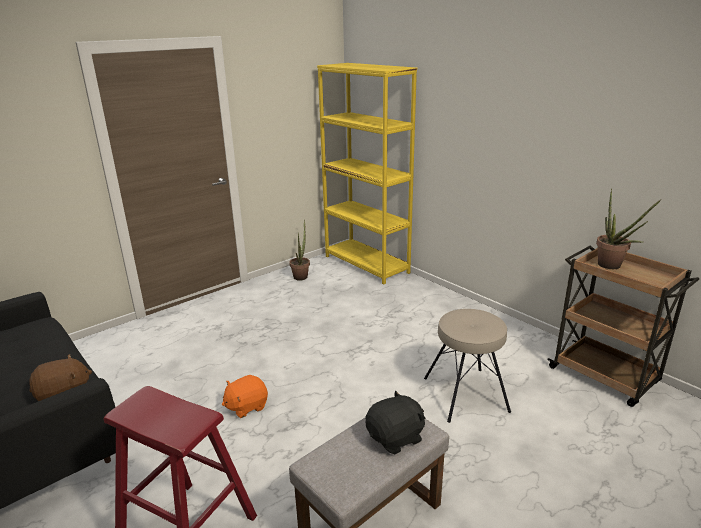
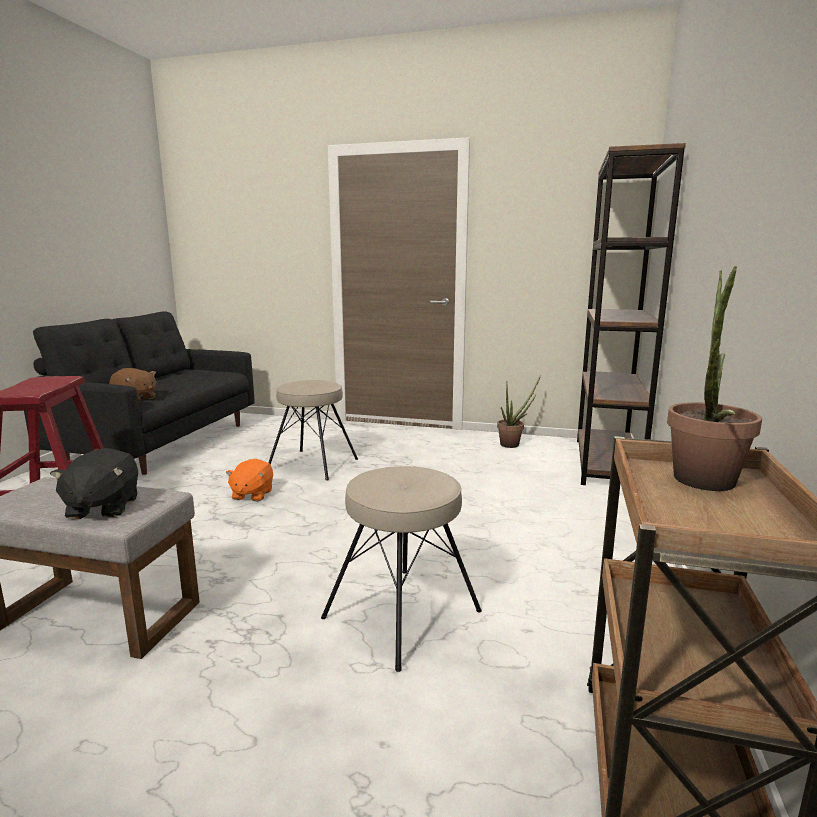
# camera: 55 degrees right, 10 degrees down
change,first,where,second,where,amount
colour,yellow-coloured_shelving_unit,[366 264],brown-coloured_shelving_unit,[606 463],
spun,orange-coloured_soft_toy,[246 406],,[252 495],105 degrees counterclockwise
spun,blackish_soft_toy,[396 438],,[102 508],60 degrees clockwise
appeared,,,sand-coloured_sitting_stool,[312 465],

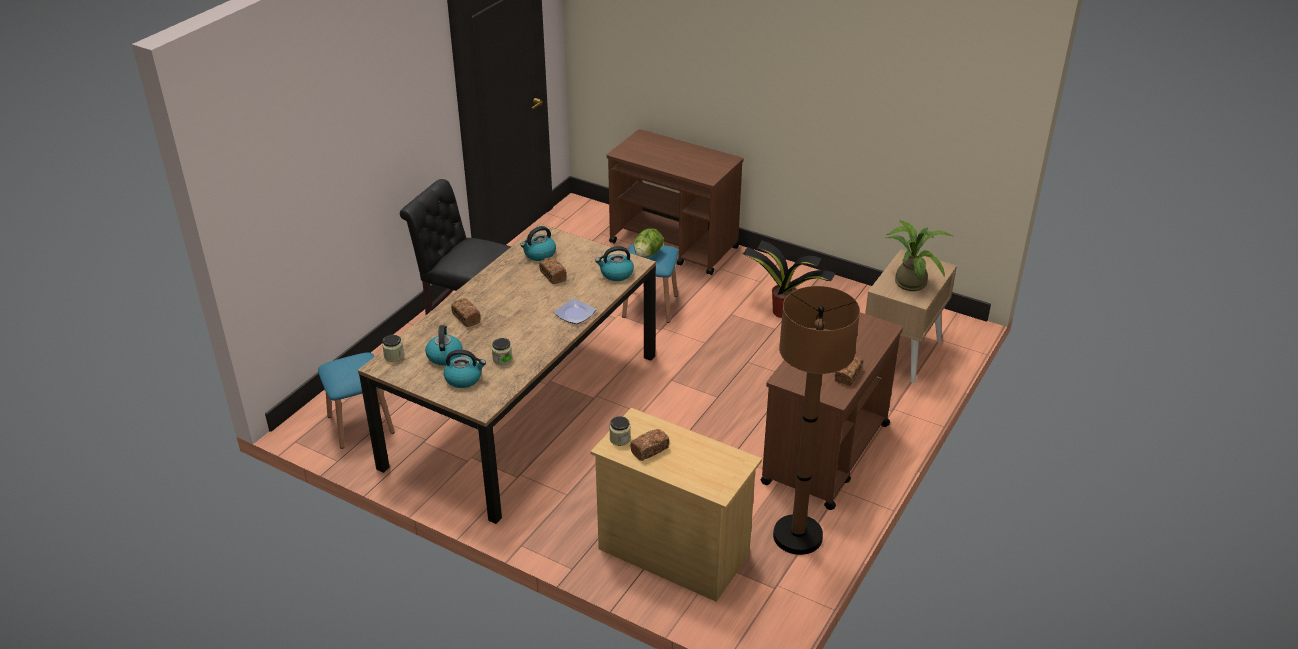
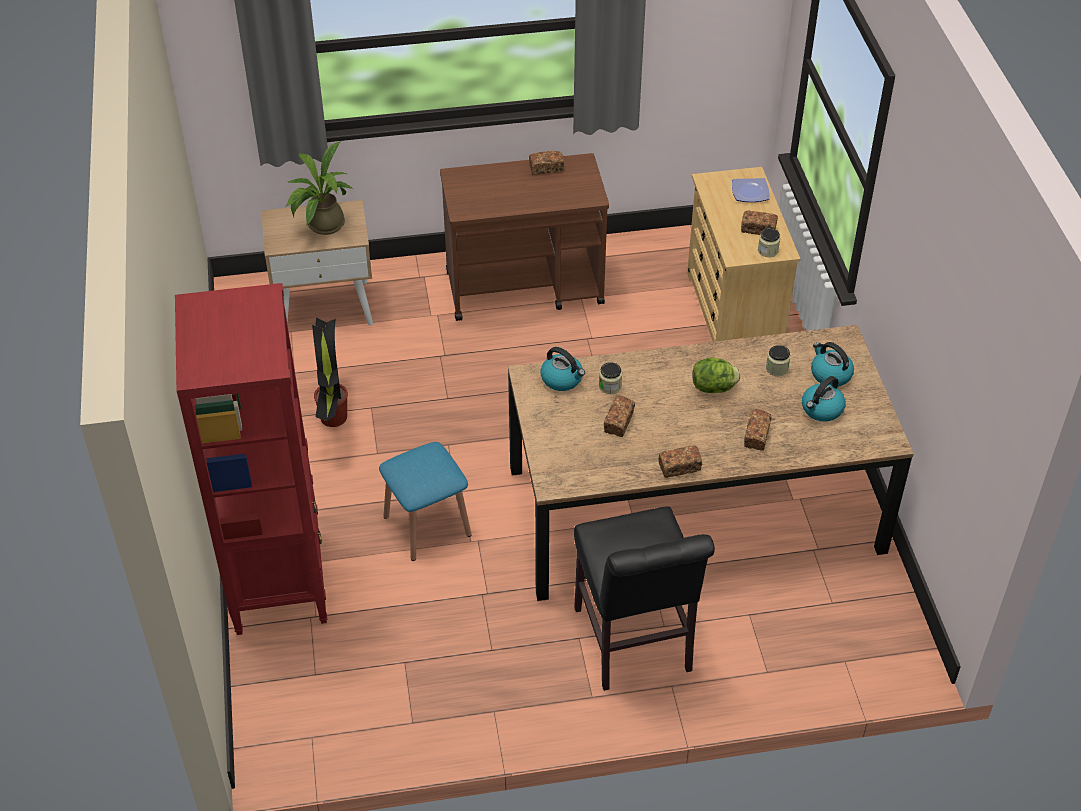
# camera: 130 degrees left, 10 degrees up
change,first,where,second,where,amount
exchanged,brown-coloured_cart,[674 245],red_shelving_unit,[279 582],
missing,tea_kettle,[539 254],,,
relocated,lettuce_head,[647 254],,[714 388],
missing,brown-coloured_standard_lamp,[797 536],,,
relocated,flat_dish,[576 314],,[749 192],
relocated,storage_jar,[394 356],,[610 386],
missing,bluish_sitting_stool,[360 424],,,
appeared,,,bakery_bread,[679 467],

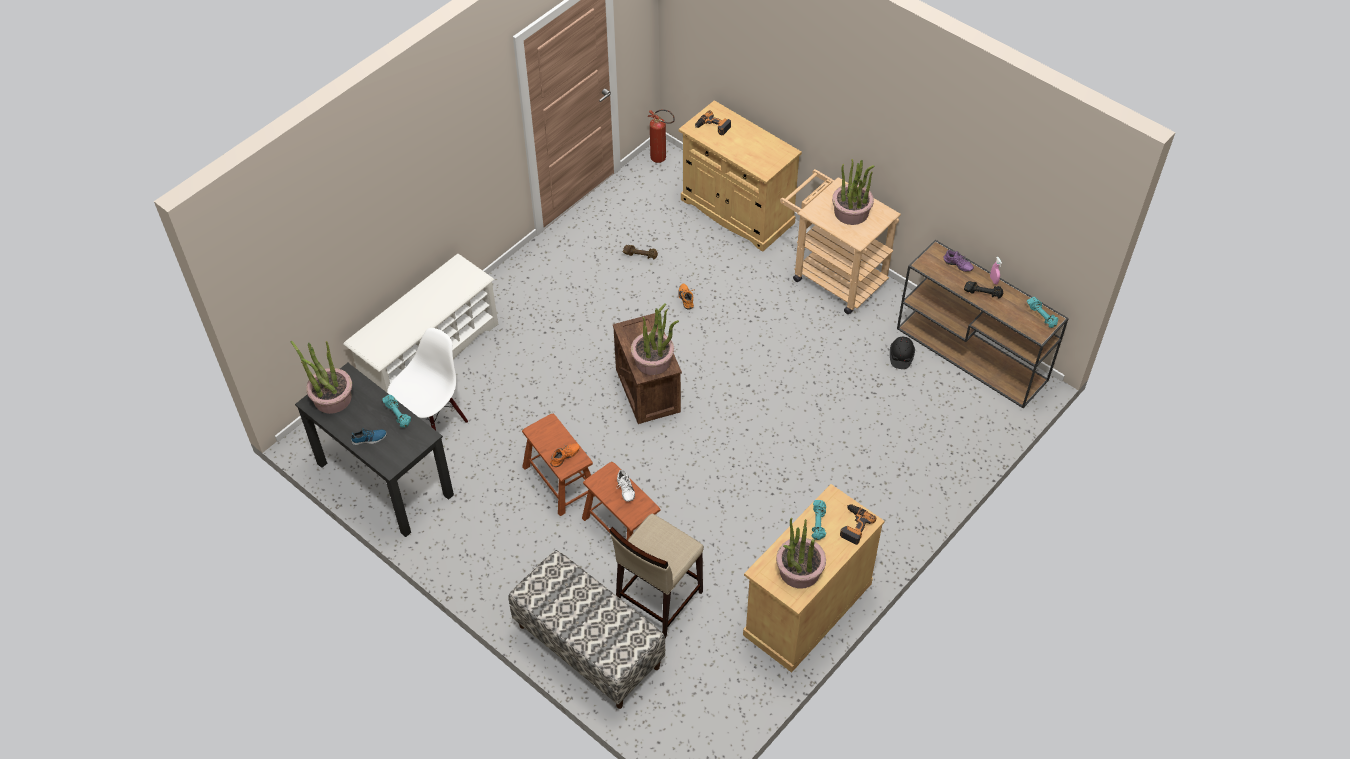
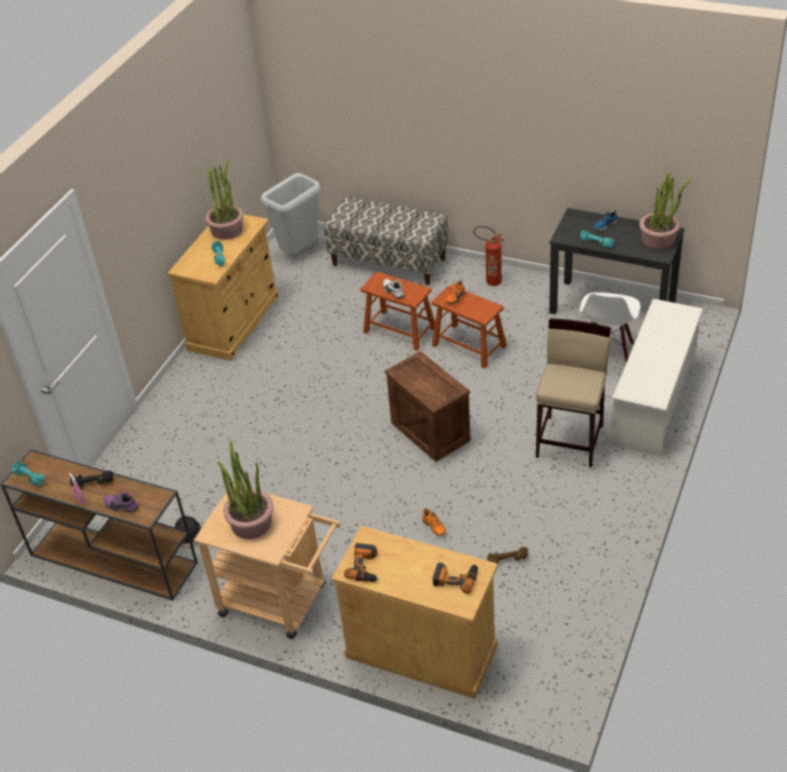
# camera: 165 degrees right, 10 degrees down
change,first,where,second,where,amount
relocated,fire_extinguisher,[661 159],,[489 281],
missing,potted_plant,[653 361],,,
relocated,power_drill,[853 525],,[365 567],
relocated,sand-coloured_sitting_stool,[658 599],,[570 441],
appeared,,,grey_rubbish_bin,[299 252],

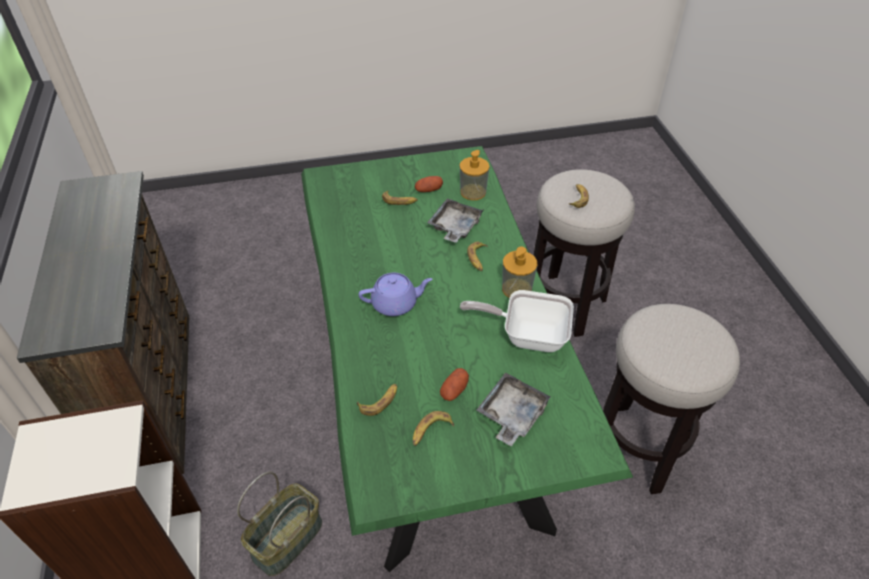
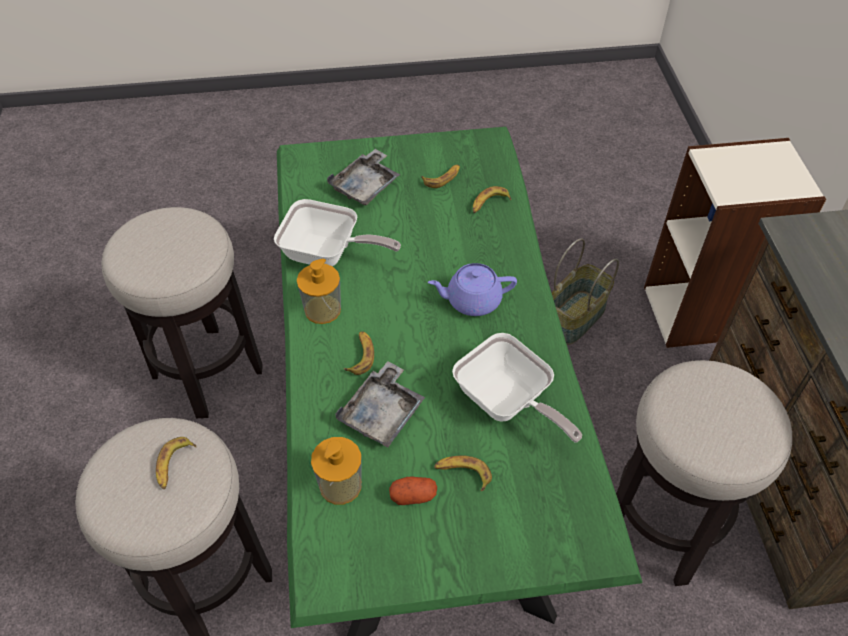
# camera: 175 degrees left, 5 degrees up
change,first,where,second,where,amount
missing,potato,[454 390],,,
appeared,,,skillet,[507 403],
appeared,,,sitting_stool,[662 526],

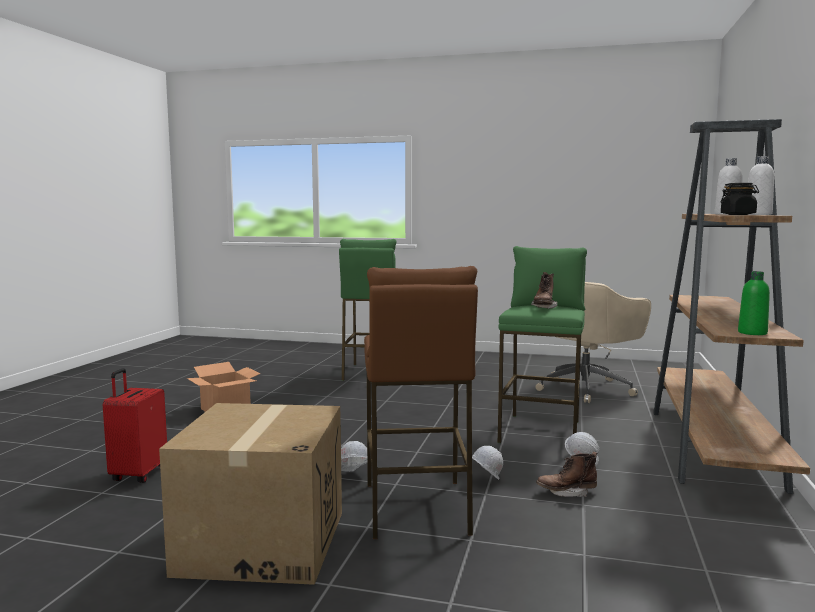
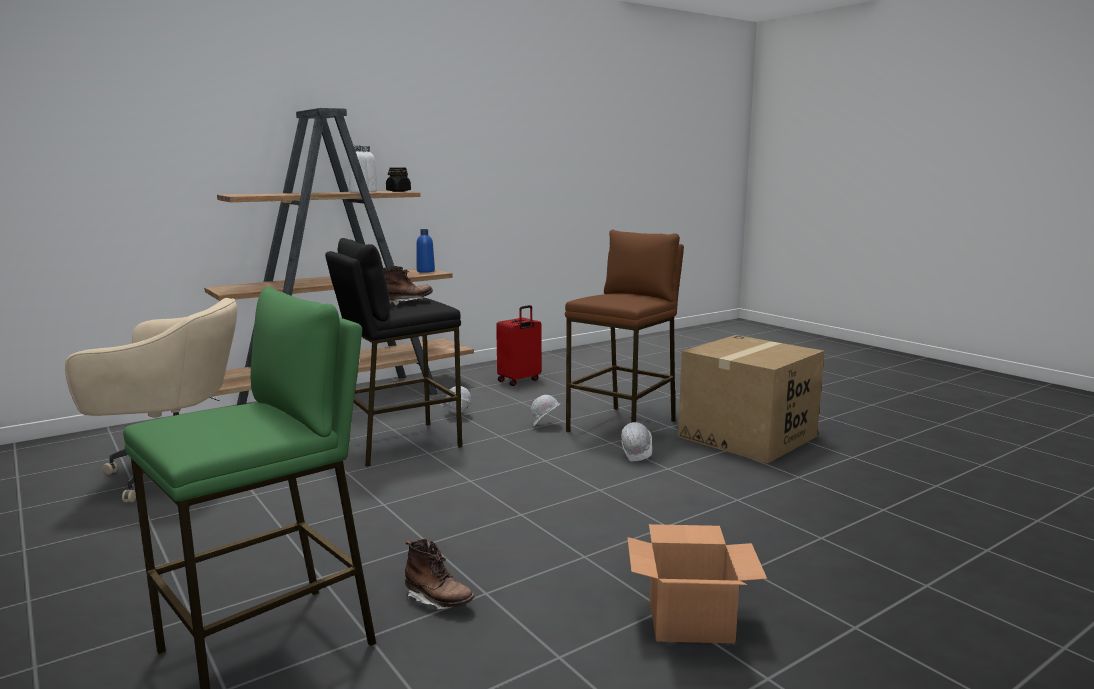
# camera: 140 degrees left, 5 degrees up
change,first,where,second,where,amount
colour,greenish_sitting_stool,[541 431],blackish_sitting_stool,[399 444],
colour,greenish_bottle,[752 333],bluish_bottle,[425 271],
relocated,red_suitcase,[138 474],,[519 381],
relocated,brown-coloured_high-top_boot,[566 492],,[438 601],

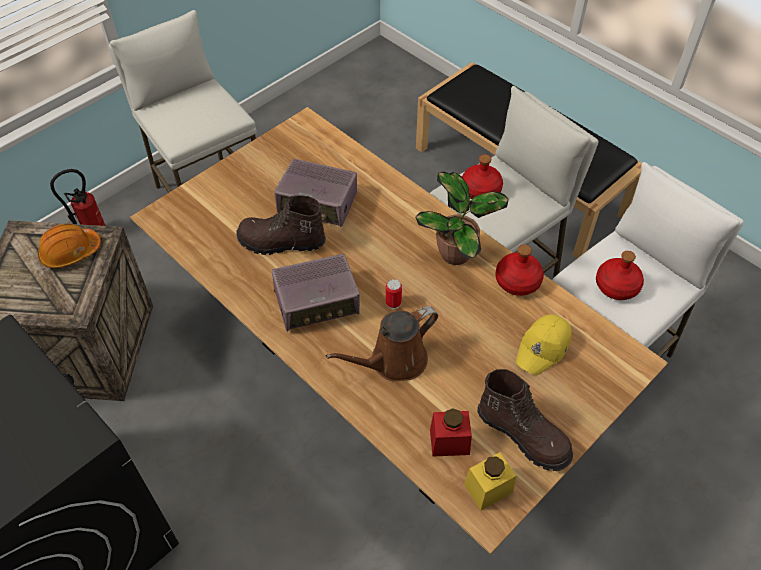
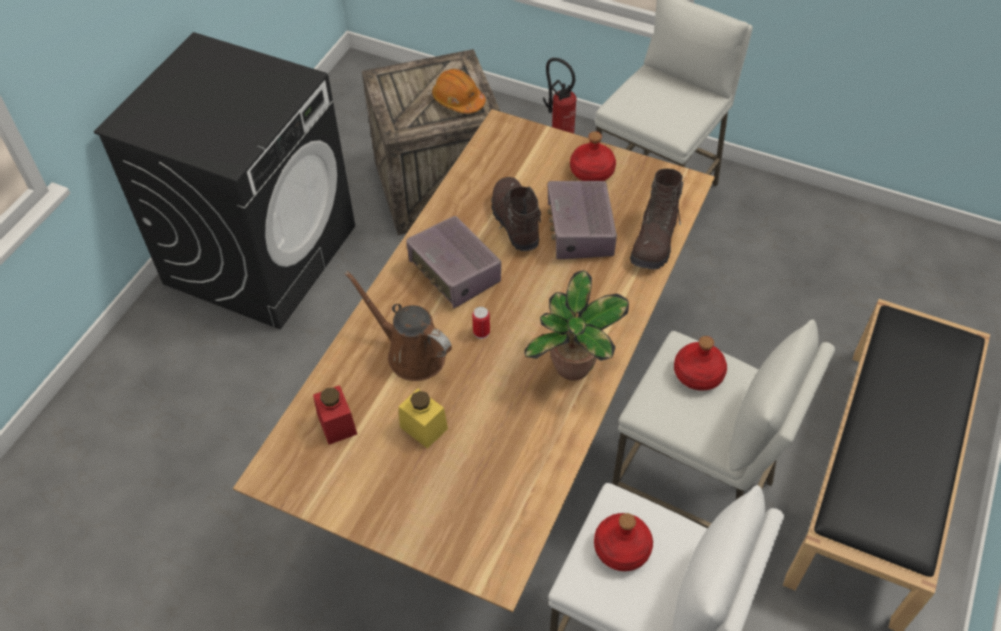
# camera: 70 degrees right, 0 degrees up
change,first,where,second,where,amount
relocated,red_bottle,[518 281],,[592 172],
missing,yellow-coloured_peaked_cap,[544 347],,,
relocated,brown-coloured_high-top_boot,[523 434],,[655 240],
relocated,yellow-coloured_storage_jar,[488 488],,[423 428],

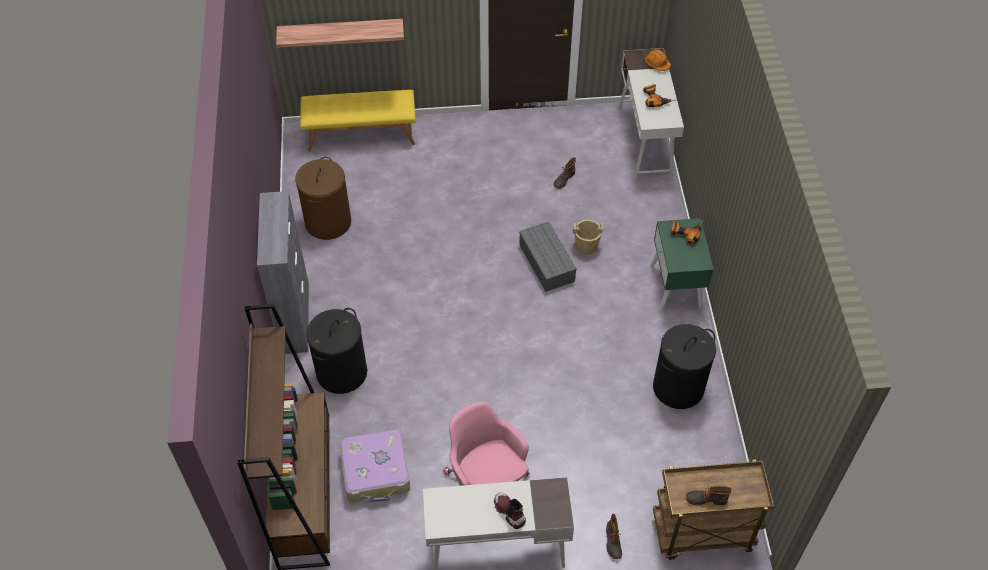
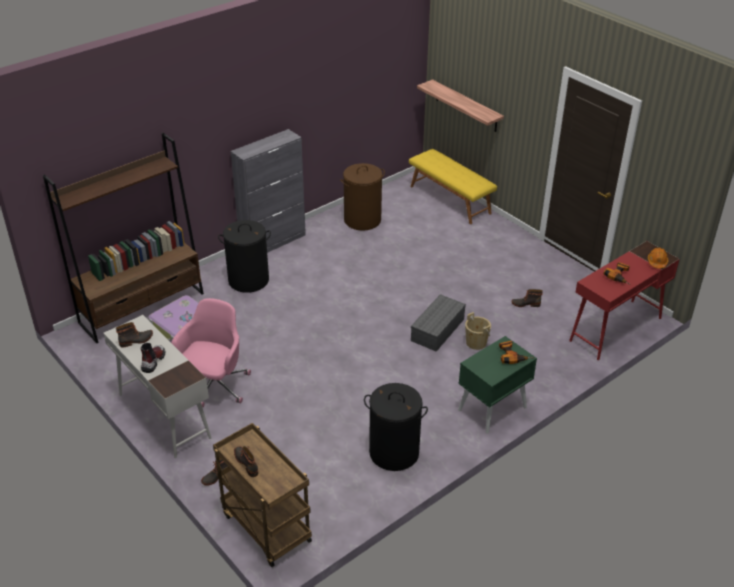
# camera: 55 degrees right, 15 degrees down
change,first,where,second,where,amount
colour,white-coloured_desk_table,[644 143],red_desk_table,[615 329],
appeared,,,high-top_boot,[136 340],

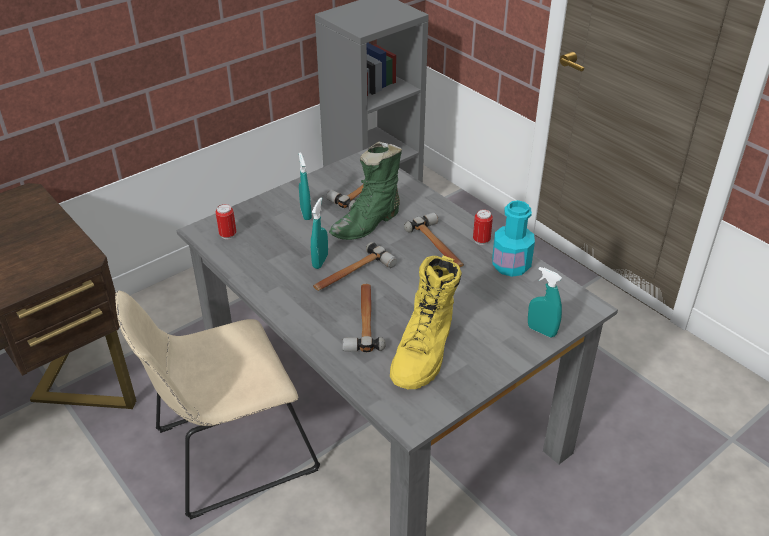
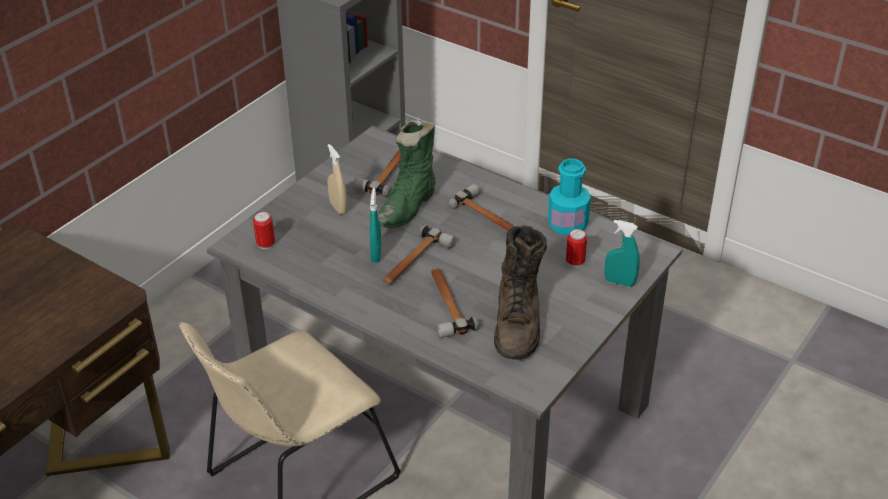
# camera: 15 degrees left, 0 degrees up
change,first,where,second,where,amount
colour,turquoise_hand_sprayer,[306 214],sand-coloured_hand_sprayer,[338 208],
relocated,can,[481 240],,[575 262],
colour,yellow-coloured_high-top_boot,[425 352],brown-coloured_high-top_boot,[518 323],

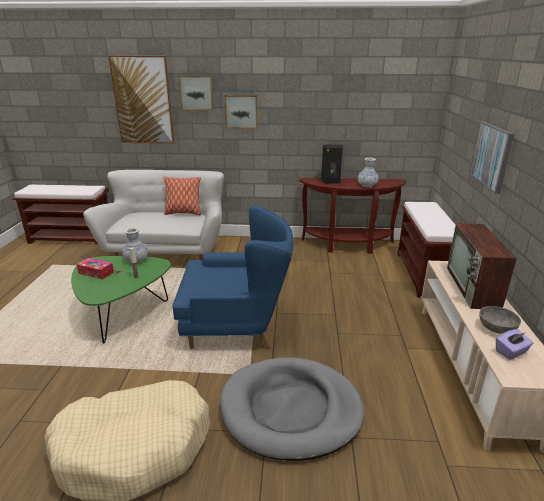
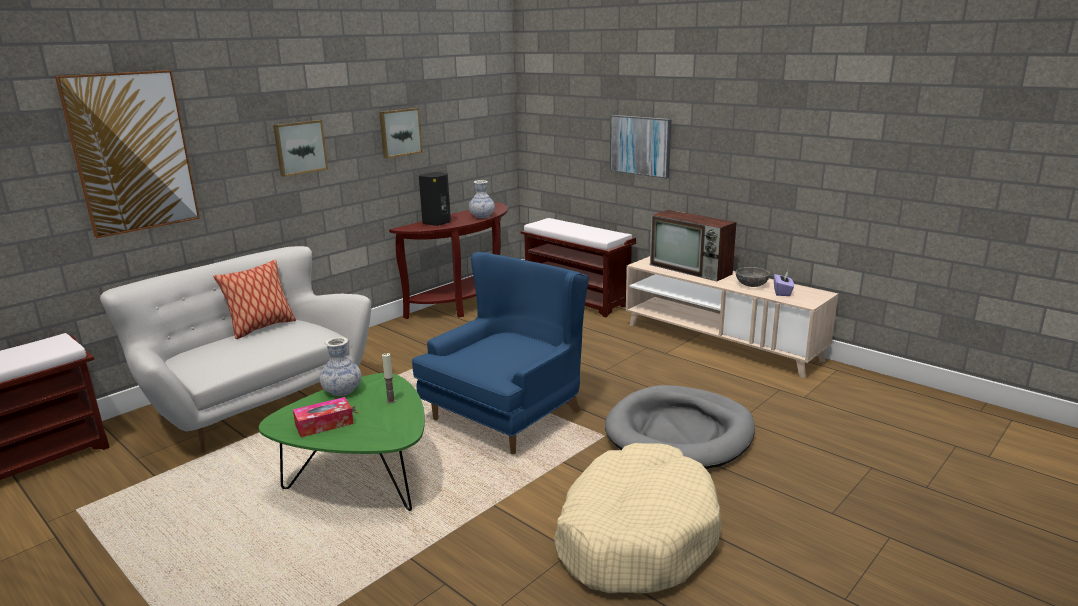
# camera: 50 degrees left, 5 degrees down
change,first,where,second,where,amount
relocated,wall_picture,[197 92],,[399 132],

